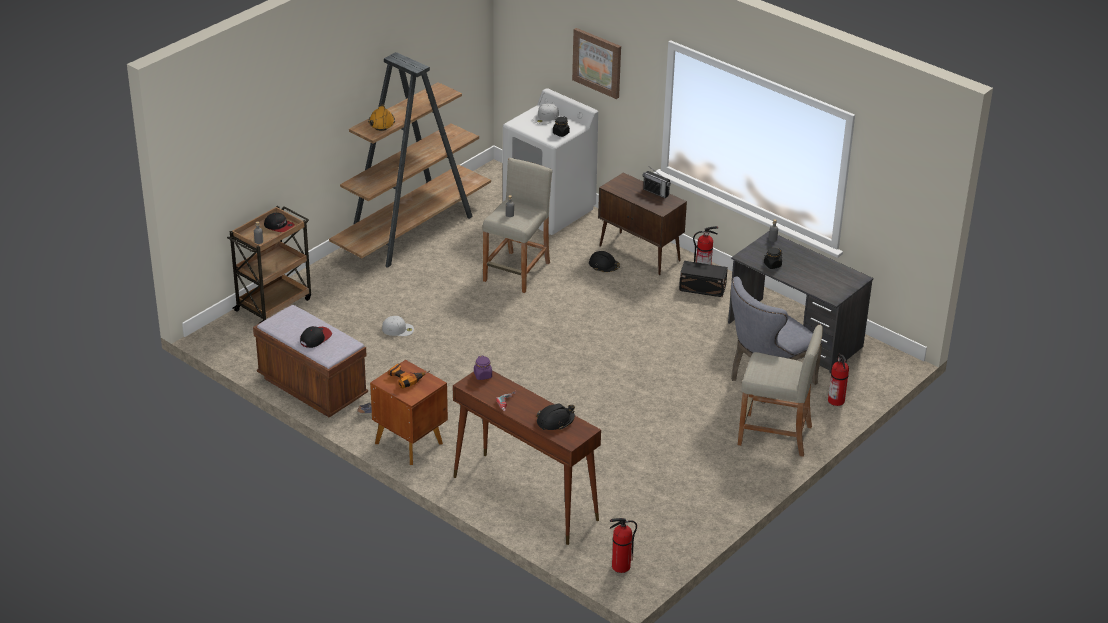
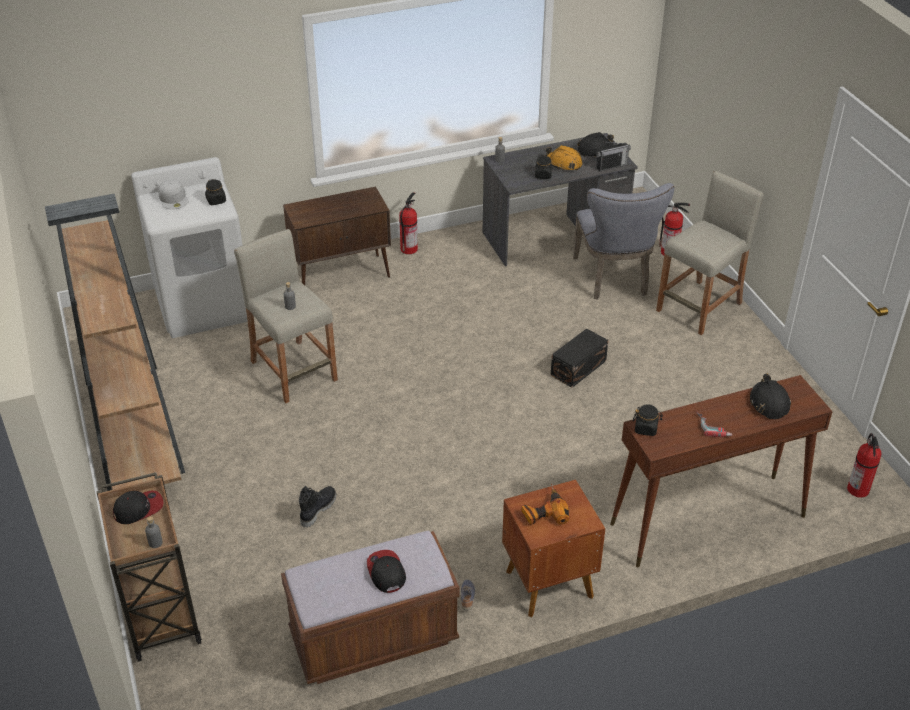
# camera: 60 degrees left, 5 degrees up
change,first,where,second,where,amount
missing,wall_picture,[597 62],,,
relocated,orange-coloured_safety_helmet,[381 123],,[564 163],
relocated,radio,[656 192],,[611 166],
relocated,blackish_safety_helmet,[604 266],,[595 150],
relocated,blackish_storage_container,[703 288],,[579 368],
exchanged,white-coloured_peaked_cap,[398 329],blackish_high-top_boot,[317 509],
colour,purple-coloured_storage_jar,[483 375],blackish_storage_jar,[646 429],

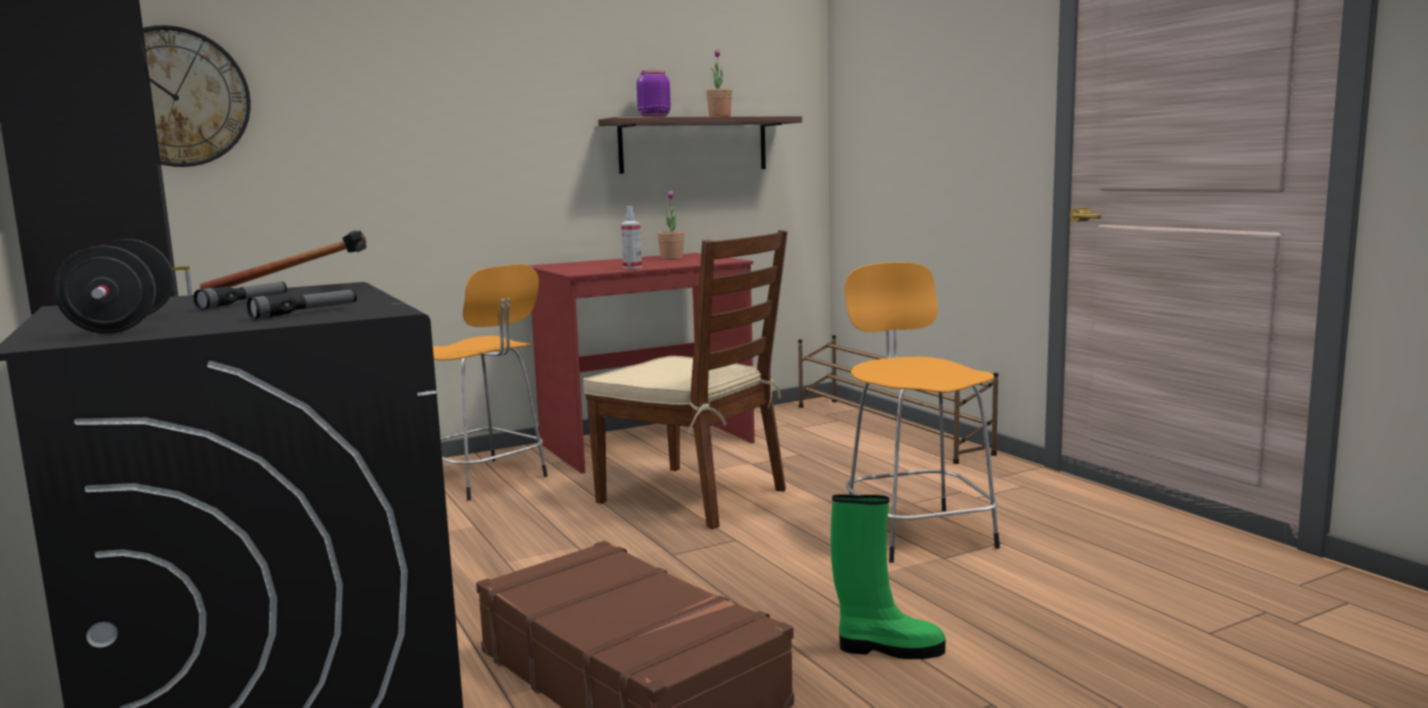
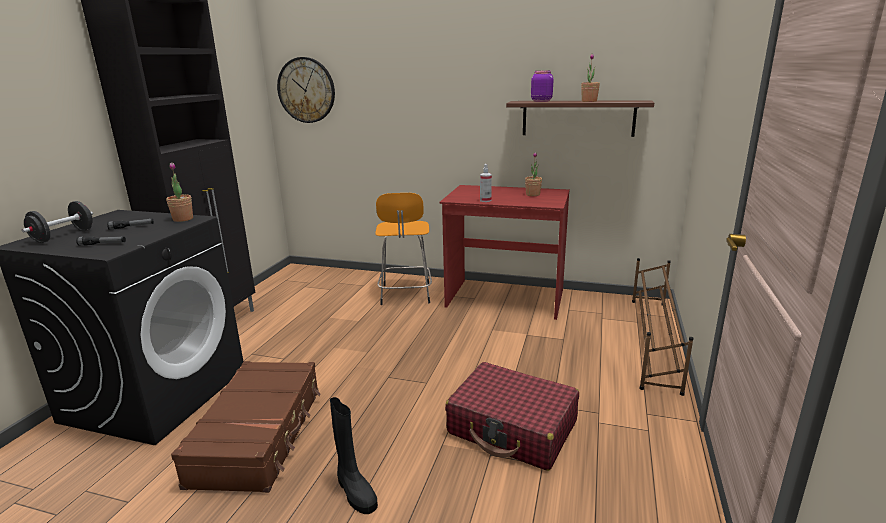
# camera: 45 degrees right, 10 degrees up
change,first,where,second,where,amount
missing,brown-coloured_chair,[694 496],,,
exchanged,hammer,[312 288],potted_plant,[183 219],
exchanged,orange-coloured_sitting_stool,[916 532],red_suitcase,[512 428],
colour,greenish_high-top_boot,[887 648],blackish_high-top_boot,[355 492],

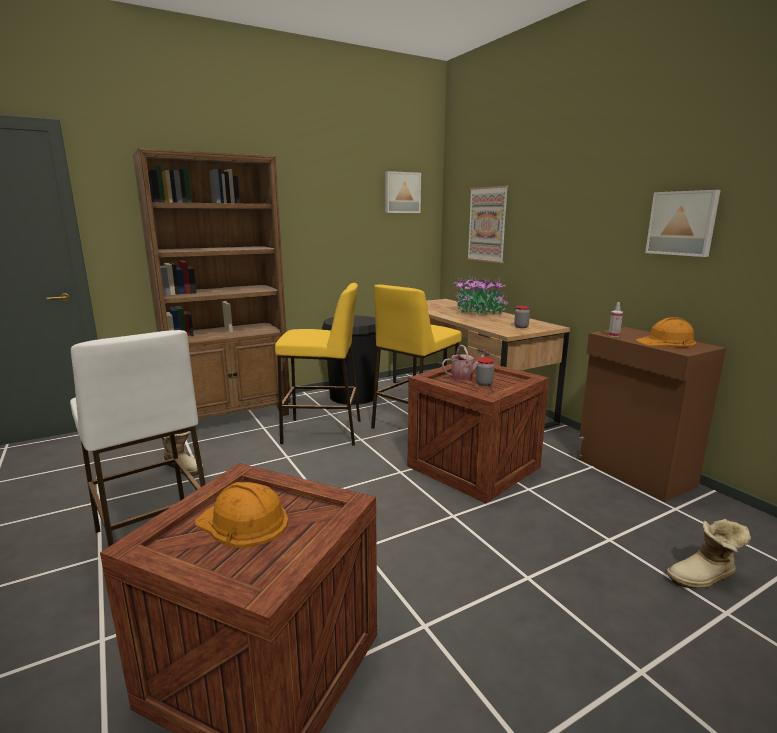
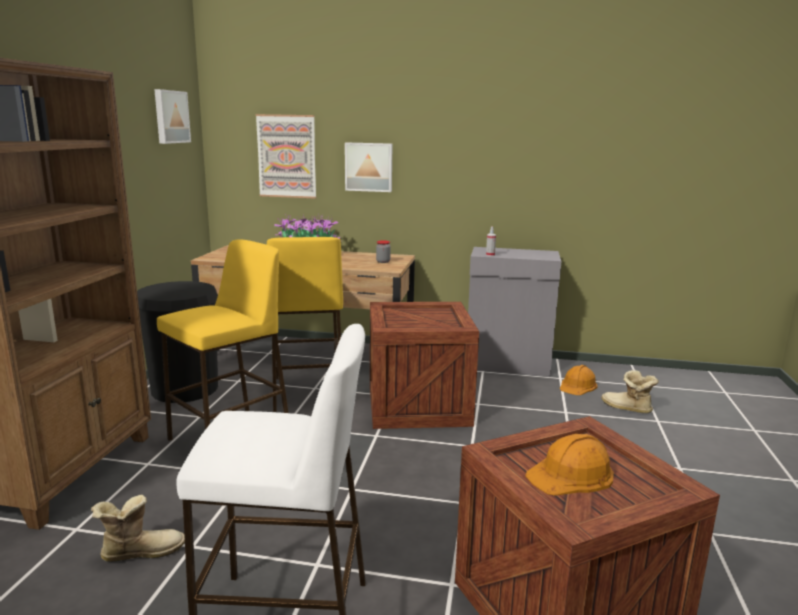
# camera: 50 degrees left, 0 degrees up
change,first,where,second,where,amount
relocated,wall_picture,[682 223],,[369 167],
relocated,orange-coloured_safety_helmet,[666 342],,[578 386],
colour,brown-coloured_cabinet,[633 472],grey_cabinet,[508 365],
missing,watering_can,[464 376],,,
missing,storage_jar,[484 383],,,
spun,high-top_boot,[705 578],,[627 409],105 degrees clockwise

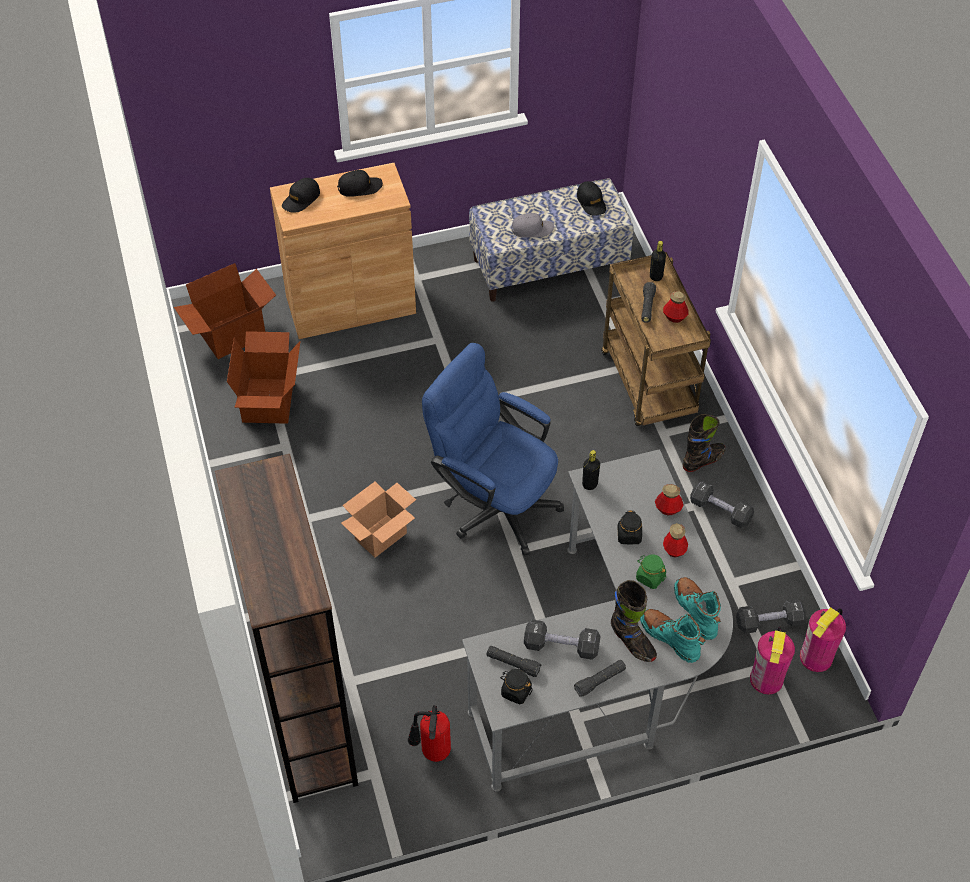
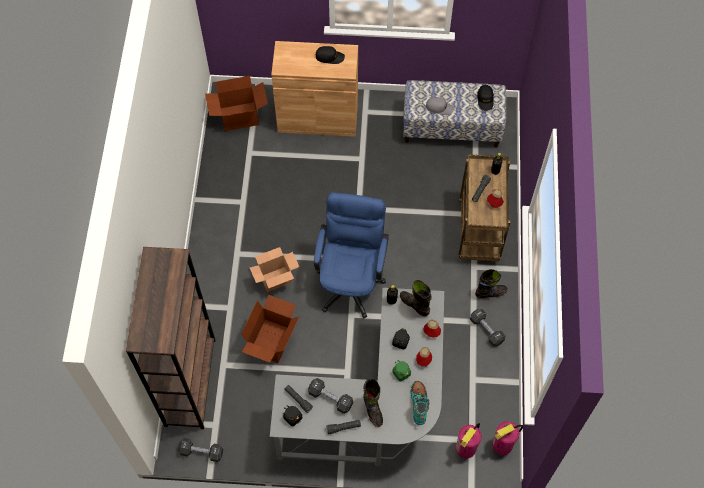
# camera: 20 degrees right, 10 degrees up
change,first,where,second,where,amount
missing,blackish_peaked_cap,[301 199],,,
relocated,packing_box,[269 401],,[272 341],
spun,bluish_office_chair,[494 503],,[351 279],45 degrees clockwise
relocated,blackish_free_weight,[769 622],,[201 452],
missing,turquoise_high-top_boot,[670 638],,,
missing,fire_extinguisher,[431 752],,,
appeared,,,blackish_high-top_boot,[414 305],

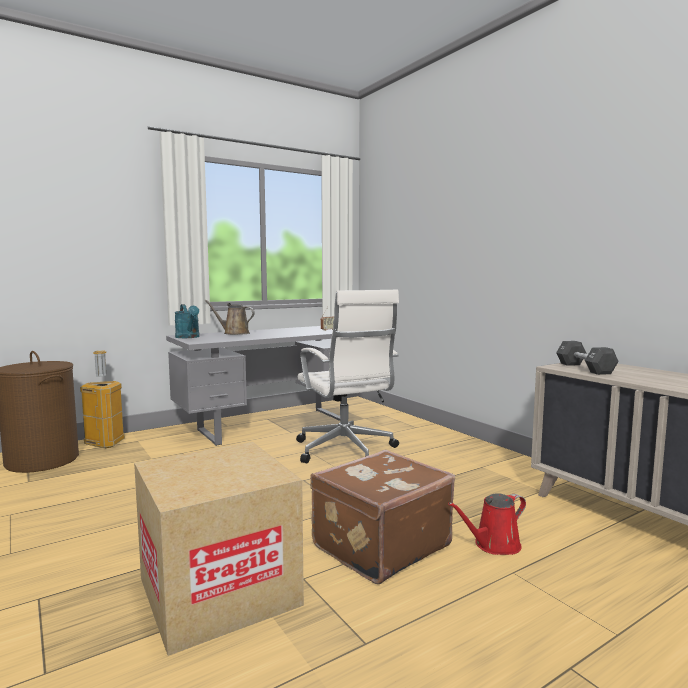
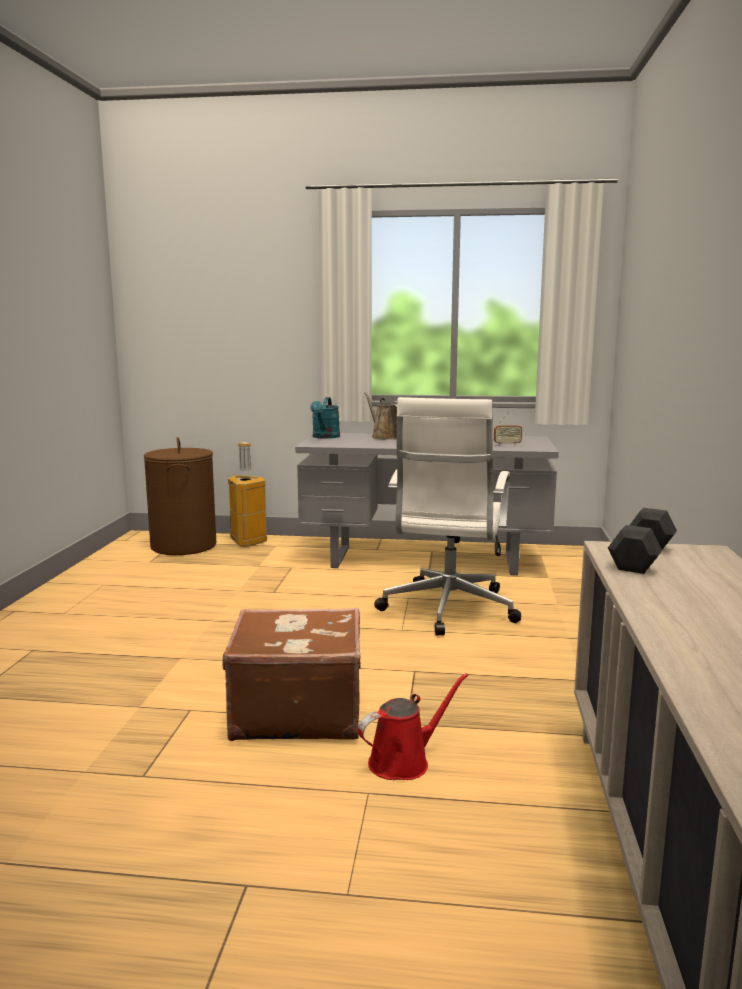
# camera: 40 degrees right, 5 degrees up
change,first,where,second,where,amount
missing,packing_box,[218 591],,,
spun,red_watering_can,[493 545],,[404 761],135 degrees clockwise

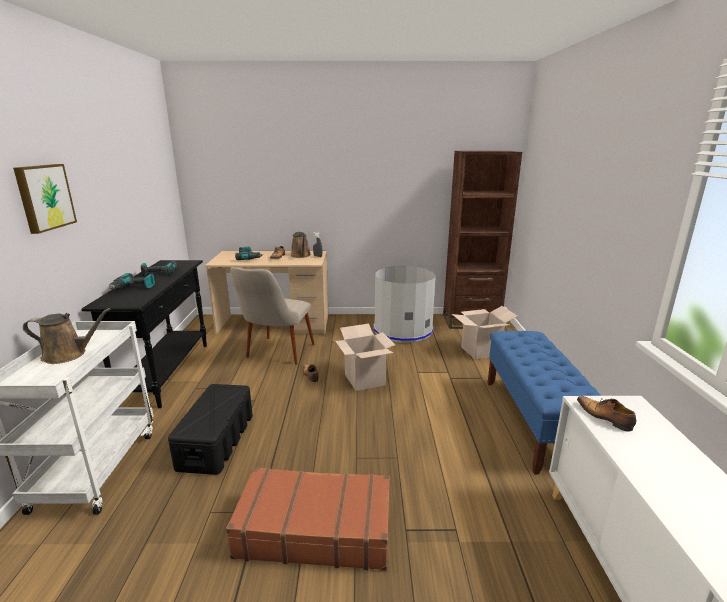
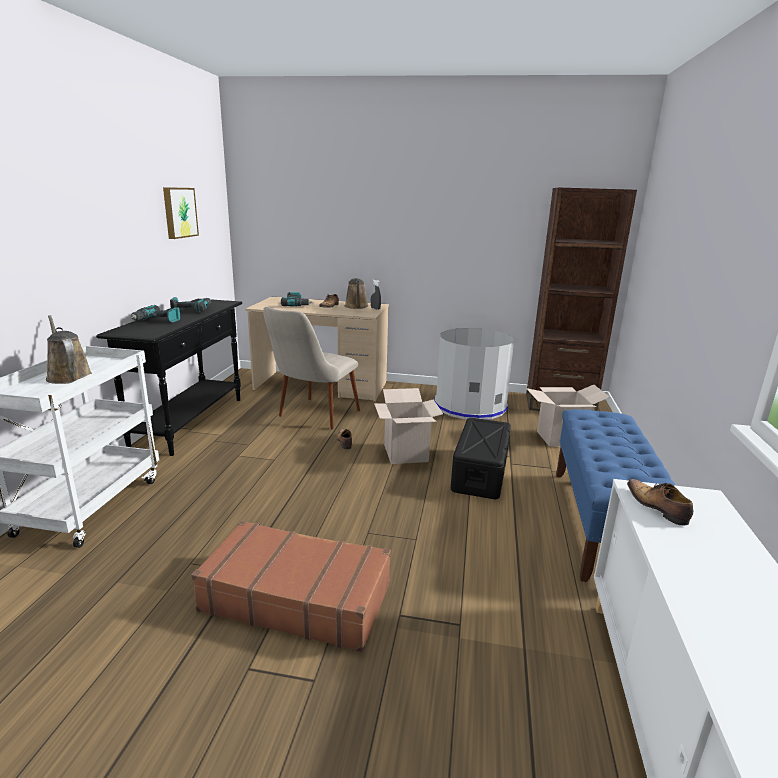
# camera: 10 degrees right, 0 degrees up
change,first,where,second,where,amount
relocated,wall_picture,[44 197],,[179 212],
spun,brown-coloured_watering_can,[68 355],,[68 376],135 degrees counterclockwise
relocated,blackish_storage_container,[217 441],,[480 472],

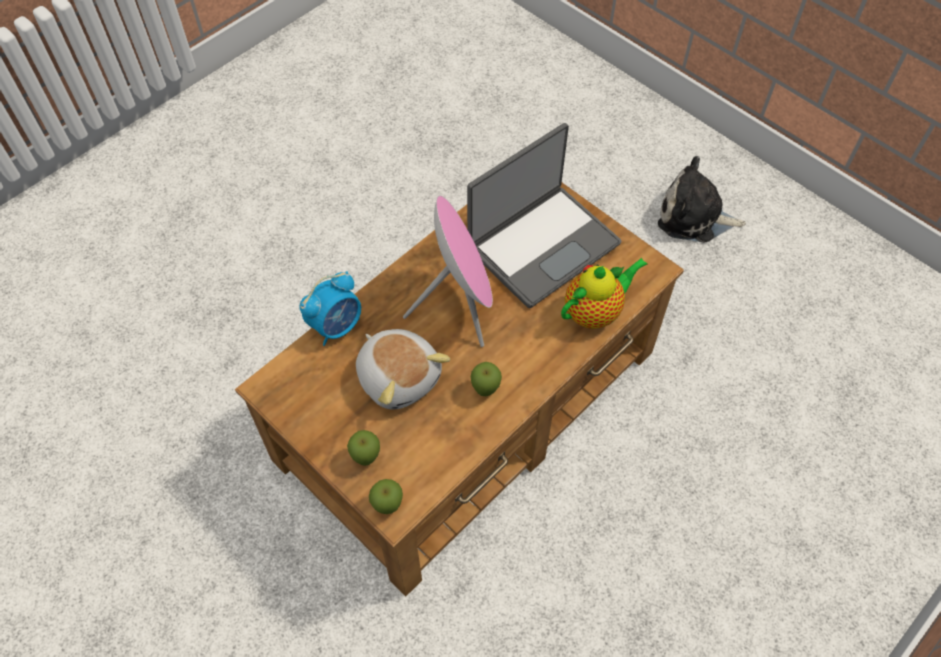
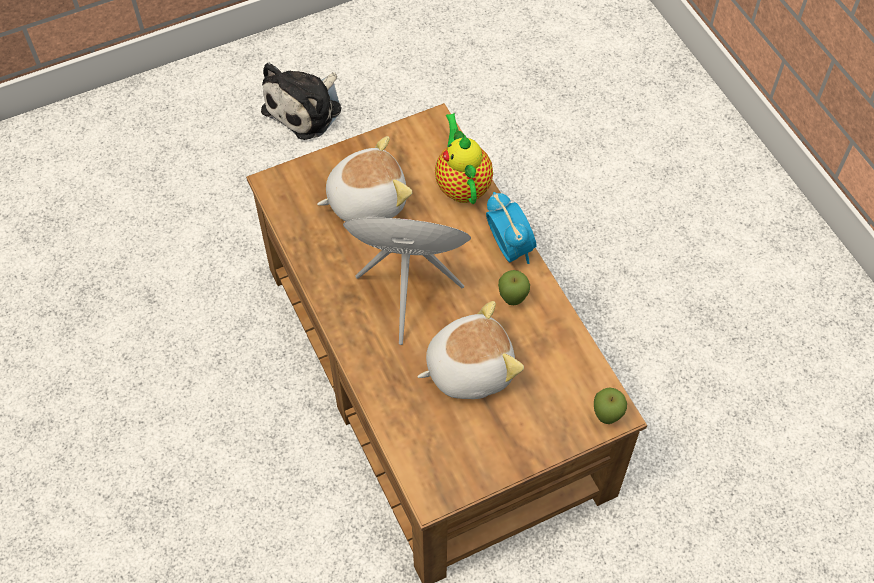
# camera: 70 degrees left, 0 degrees up
change,first,where,second,where,amount
exchanged,portable_computer,[542 245],soft_toy,[366 200],
relocated,alarm_clock,[336 326],,[509 248],
missing,apple_fruit,[366 458],,,

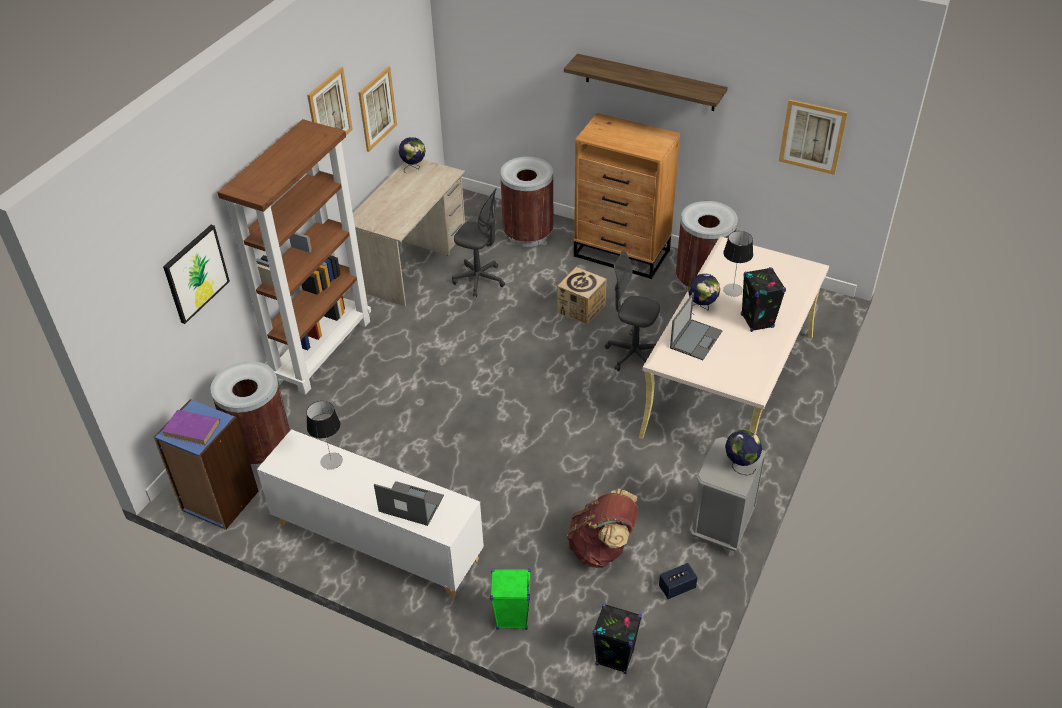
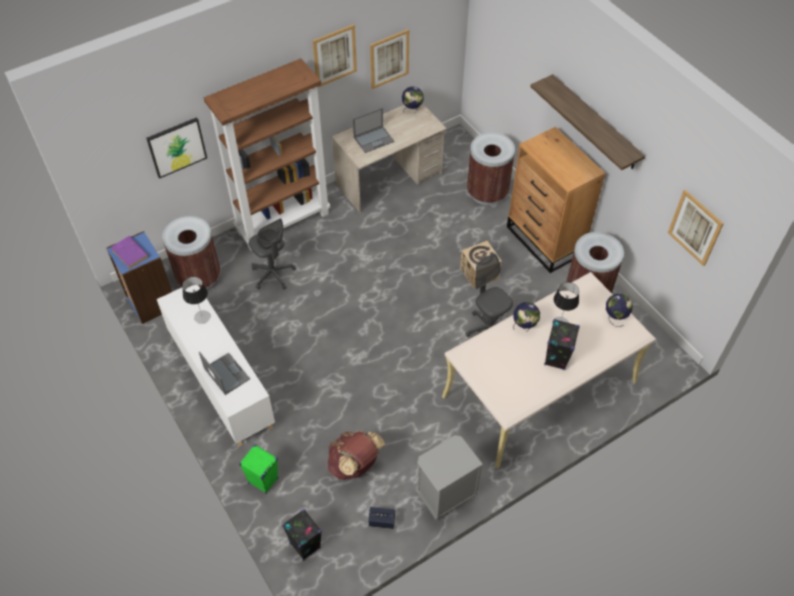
# camera: 30 degrees right, 10 degrees up
change,first,where,second,where,amount
relocated,grey_office_chair,[479 280],,[273 274],
relocated,portable_computer,[696 339],,[374 139],
relocated,desk_globe,[740 465],,[615 318],

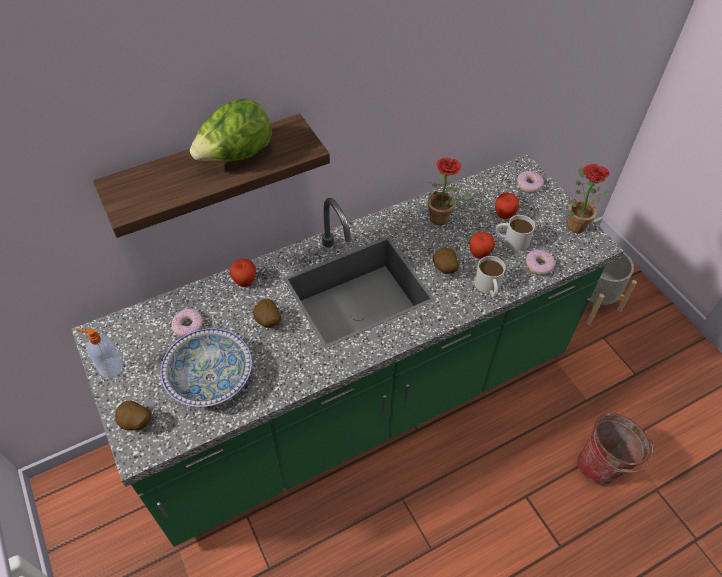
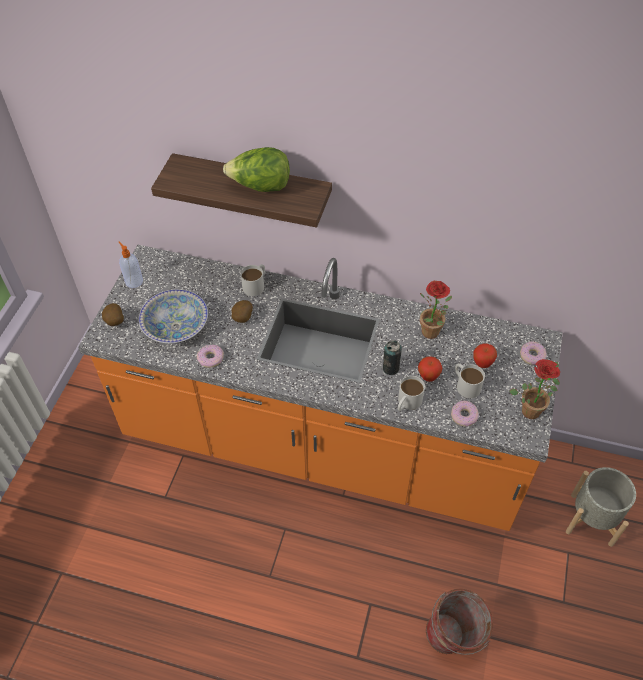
# camera: 45 degrees right, 0 degrees up
change,first,where,second,where,amount
colour,greenish_counter,[359 403],orange-coloured_counter,[322 444],
exchanged,potato,[444 269],can,[390 368],
exchanged,apple_fruit,[245 282],white-coloured_mug,[256 284],
relocated,doughnut,[188 326],,[211 359],

